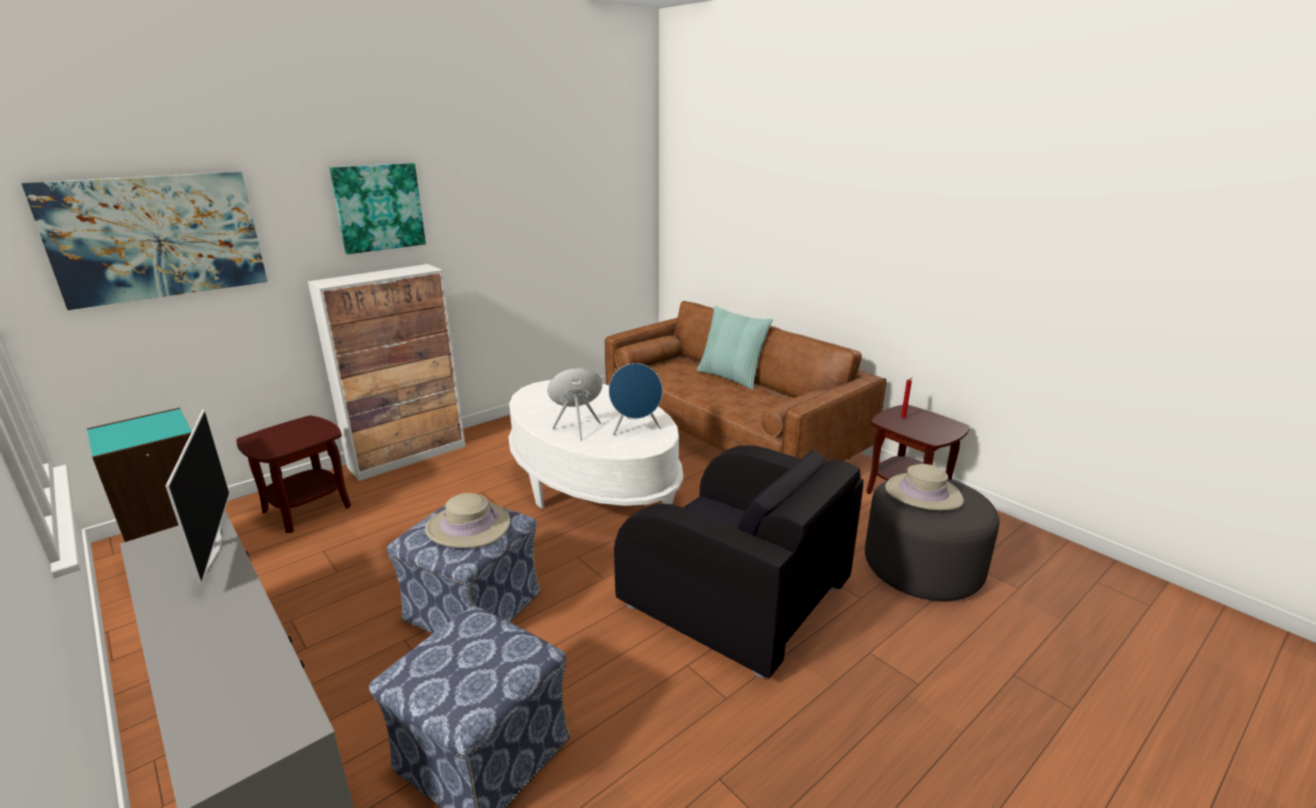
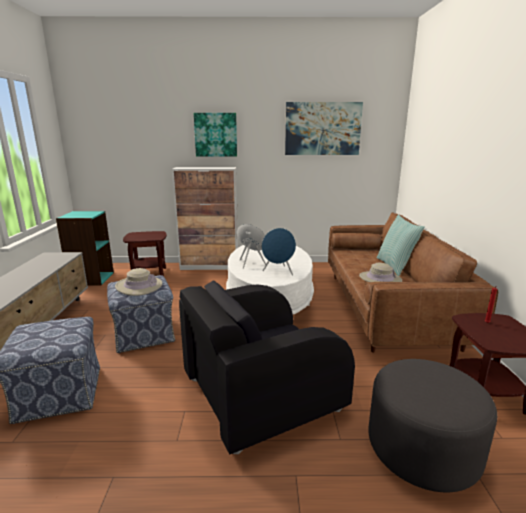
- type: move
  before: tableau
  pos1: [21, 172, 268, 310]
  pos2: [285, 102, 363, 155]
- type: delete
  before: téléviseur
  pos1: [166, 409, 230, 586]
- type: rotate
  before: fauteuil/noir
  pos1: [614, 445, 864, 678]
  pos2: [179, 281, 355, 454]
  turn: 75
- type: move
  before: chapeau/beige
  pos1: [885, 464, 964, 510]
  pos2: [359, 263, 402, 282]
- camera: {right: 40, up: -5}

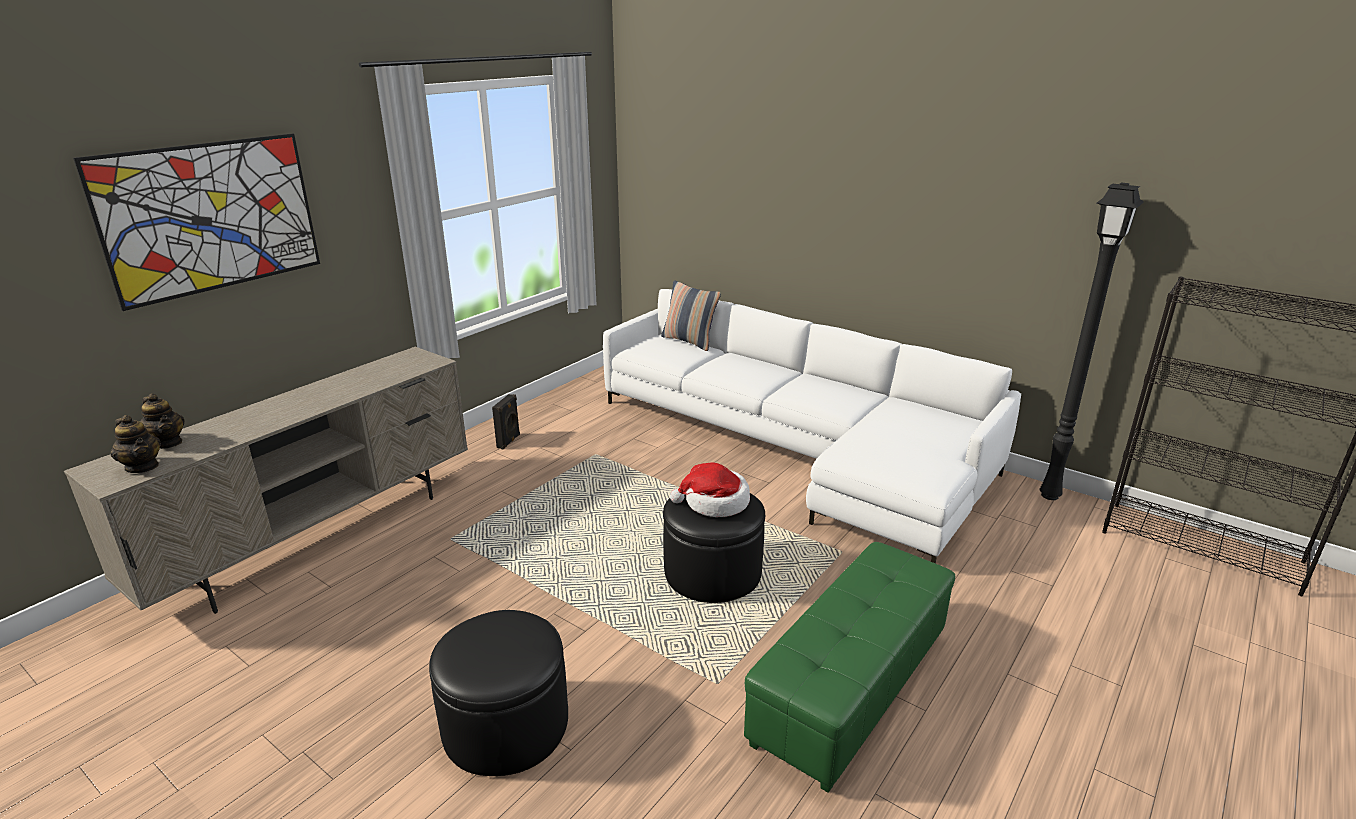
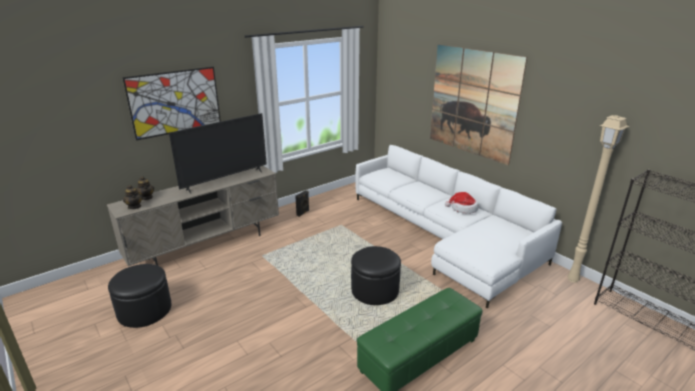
- type: move
  before: pouf/noir
  pos1: [429, 610, 568, 776]
  pos2: [108, 264, 171, 328]
- type: delete
  before: coussin
  pos1: [661, 280, 721, 351]
- type: move
  before: chapeau
  pos1: [670, 463, 750, 517]
  pos2: [445, 192, 479, 214]
- type: recolor
  before: lampadaire/noir
  after: lampadaire/beige
  pos1: [1040, 183, 1144, 500]
  pos2: [567, 115, 629, 283]
- type: insert
  after: téléviseur
  pos2: [169, 113, 267, 193]
- type: insert
  after: tableau
  pos2: [430, 44, 527, 166]
- camera: {right: 15, up: 0}

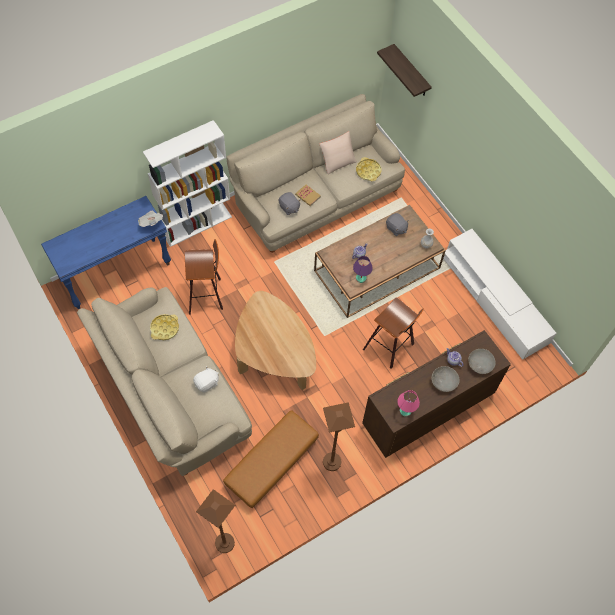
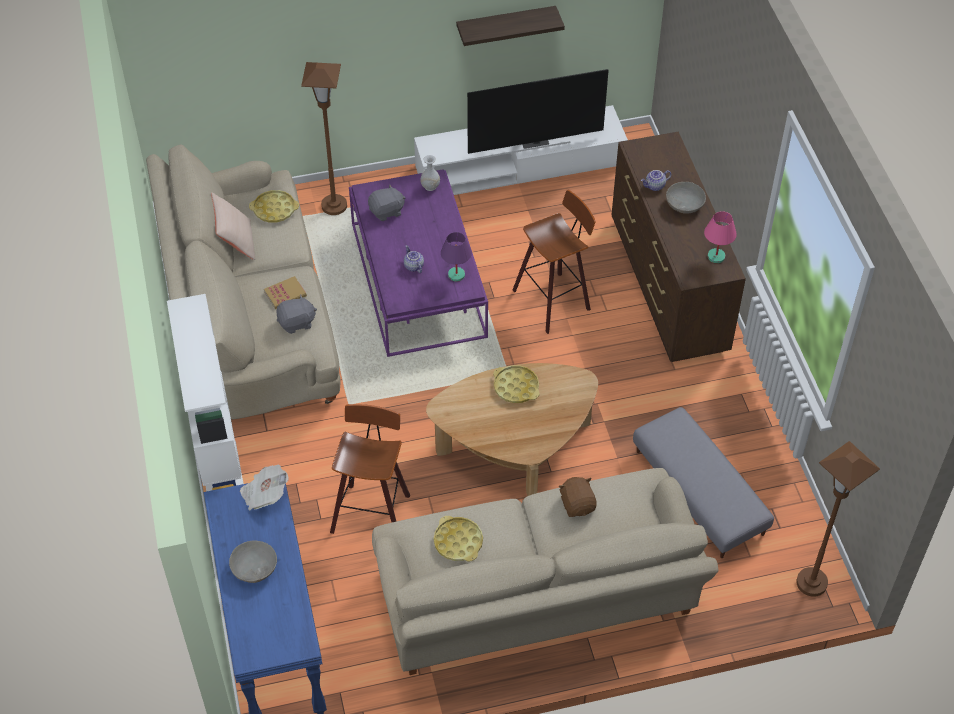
- type: recolor
  before: peluche/blanc
  after: peluche/marron
  pos1: [193, 366, 219, 393]
  pos2: [558, 477, 597, 517]
- type: recolor
  before: pouf/marron
  after: pouf/gris
  pos1: [223, 410, 319, 508]
  pos2: [633, 407, 774, 558]
- type: recolor
  before: table basse/marron
  after: table basse/violet
  pos1: [314, 205, 446, 318]
  pos2: [349, 169, 488, 357]
- type: move
  before: lampadaire/marron
  pos1: [323, 402, 355, 471]
  pos2: [301, 62, 347, 215]
- type: move
  before: étagère
  pos1: [377, 44, 432, 97]
  pos2: [456, 6, 565, 46]
- type: move
  before: bol/gris
  pos1: [468, 349, 496, 374]
  pos2: [229, 541, 277, 583]
- type: insert
  after: téléviseur
  pos2: [467, 69, 609, 154]
- type: insert
  after: plateau/jaune
  pos2: [493, 365, 540, 403]
- camera: {right: -70, up: -10}

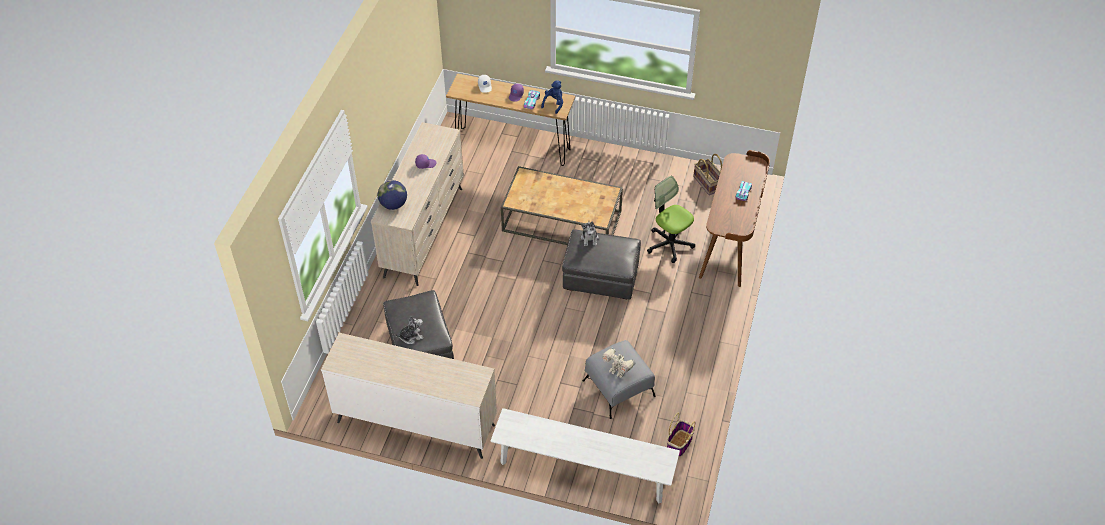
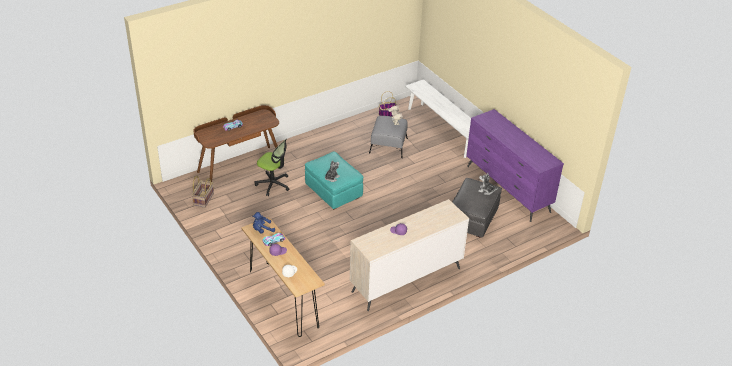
- type: recolor
  before: commode/beige
  after: commode/violet
  pos1: [321, 333, 497, 459]
  pos2: [466, 109, 564, 222]
- type: delete
  before: globe
  pos1: [378, 180, 407, 210]
- type: delete
  before: table basse/marron
  pos1: [501, 166, 623, 245]
- type: recolor
  before: pouf/gris
  after: pouf/turquoise
  pos1: [562, 229, 641, 300]
  pos2: [305, 152, 363, 209]
- type: rotate
  before: chaise de bureau
  pos1: [647, 176, 695, 263]
  pos2: [255, 138, 289, 196]
  turn: -60
- camera: {right: -140, up: -10}

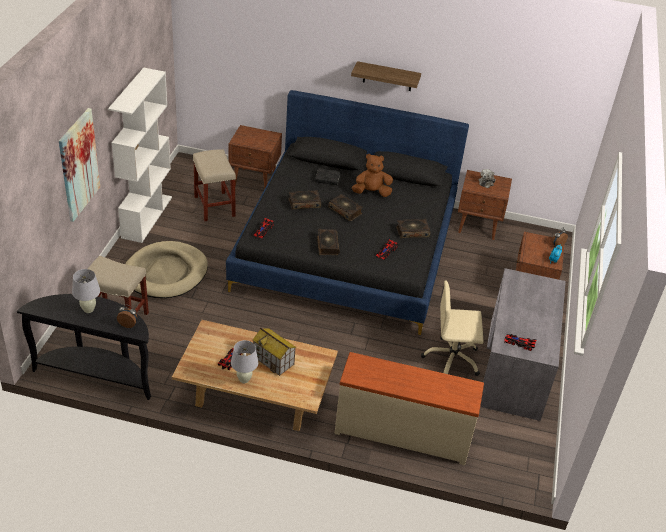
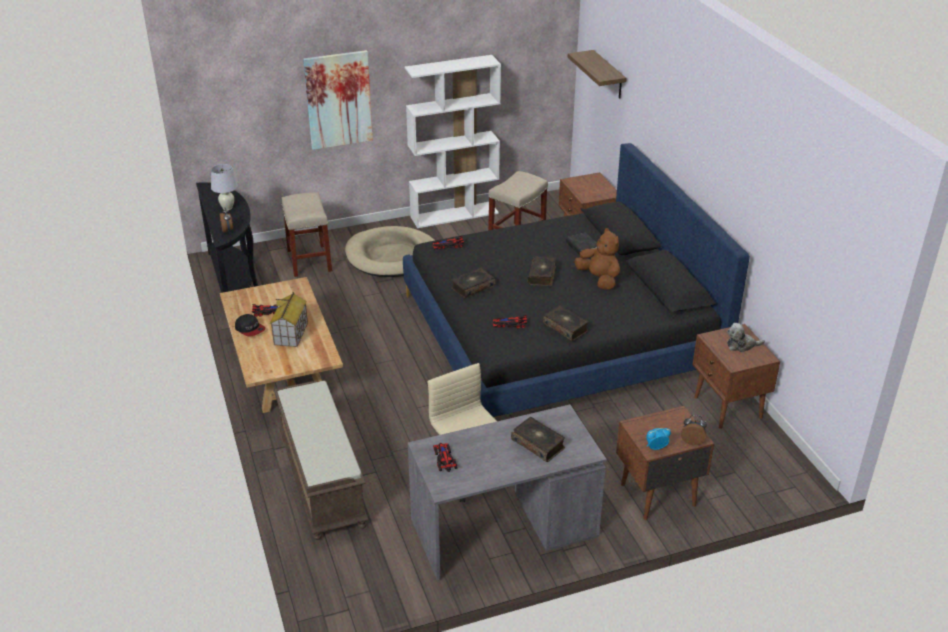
- type: replace
  before: lampe de table/blanc
  after: casquette
  pos1: [231, 340, 258, 383]
  pos2: [235, 314, 265, 336]
- type: move
  before: livre
  pos1: [289, 190, 321, 210]
  pos2: [511, 417, 565, 462]
- type: replace
  before: commode/beige
  after: banc/marron
  pos1: [334, 352, 484, 465]
  pos2: [274, 381, 368, 540]
- type: move
  before: étagère
  pos1: [351, 61, 421, 91]
  pos2: [568, 50, 627, 98]
- camera: {right: 60, up: -5}

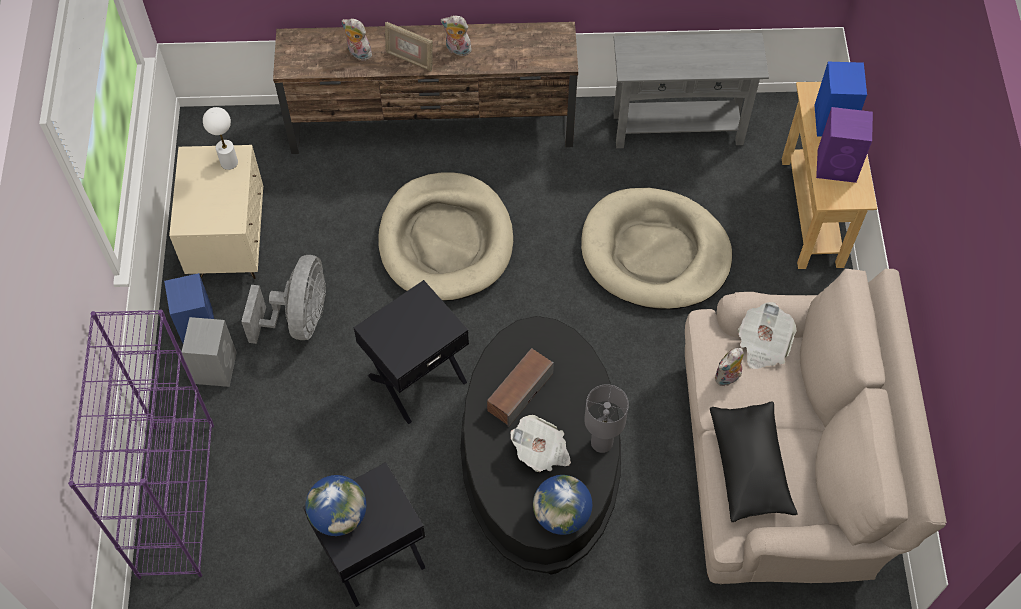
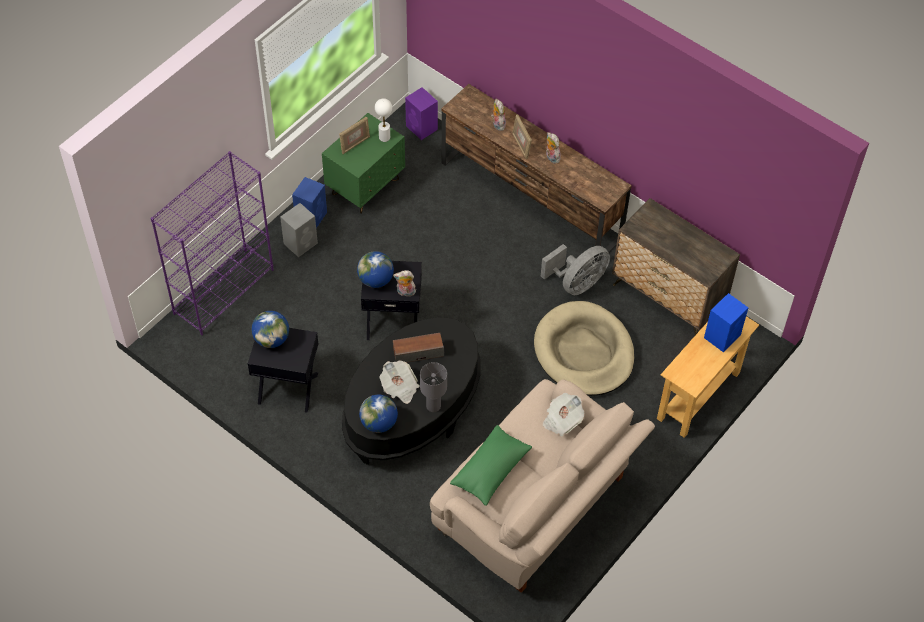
- type: recolor
  before: table de chevet/beige
  after: table de chevet/vert
  pos1: [169, 145, 263, 279]
  pos2: [322, 113, 405, 214]
- type: move
  before: ventilateur/gris
  pos1: [241, 255, 326, 344]
  pos2: [541, 244, 610, 295]
- type: delete
  before: panier pour chien/beige
  pos1: [379, 172, 513, 301]
- type: replace
  before: table console/gris
  after: commode
  pos1: [613, 33, 769, 148]
  pos2: [612, 198, 740, 335]
- type: recolor
  before: coussin/noir
  after: coussin/vert
  pos1: [710, 401, 797, 522]
  pos2: [450, 425, 532, 506]
- type: move
  before: peluche
  pos1: [715, 348, 744, 386]
  pos2: [393, 270, 416, 297]
- type: move
  before: enceinte/violet
  pos1: [816, 107, 873, 183]
  pos2: [405, 87, 438, 140]
- type: insert
  after: cadre photo
  pos2: [339, 117, 370, 154]
- type: insert
  after: globe
  pos2: [357, 251, 394, 288]
- camera: {right: 40, up: -5}

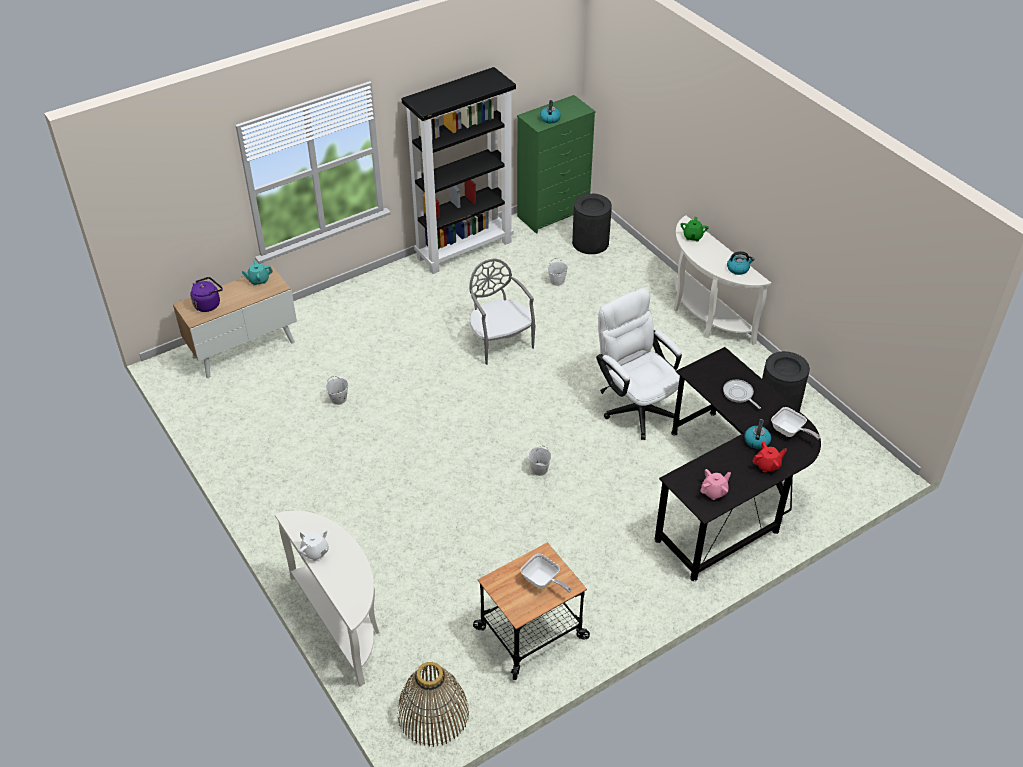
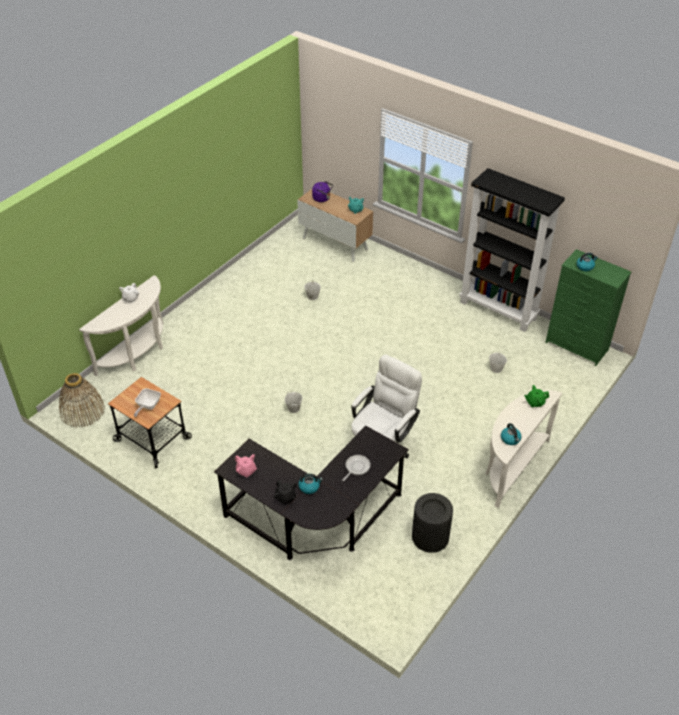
- type: delete
  before: chaise/gris
  pos1: [469, 258, 536, 365]
- type: delete
  before: poubelle/noir
  pos1: [572, 193, 612, 254]
- type: recolor
  before: théière/rouge
  after: théière/noir
  pos1: [752, 442, 787, 473]
  pos2: [274, 480, 297, 505]
- type: delete
  before: poêle
  pos1: [771, 407, 820, 439]
- camera: {right: 70, up: 0}

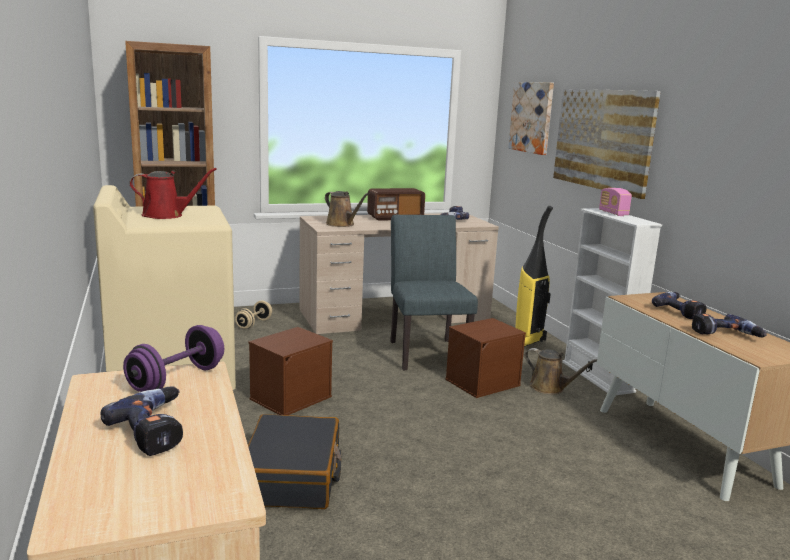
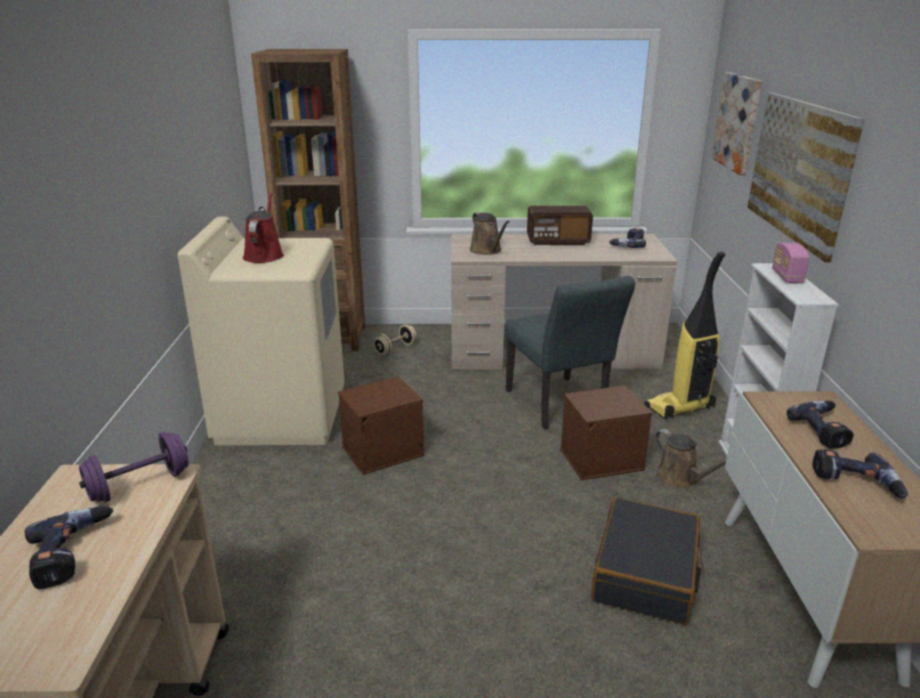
- type: rotate
  before: arrosoir/rouge
  pos1: [129, 168, 217, 219]
  pos2: [243, 192, 284, 263]
  turn: -105
- type: move
  before: valise/noir
  pos1: [248, 414, 341, 509]
  pos2: [592, 498, 703, 625]
- type: rotate
  before: chaise/gris
  pos1: [390, 215, 478, 370]
  pos2: [505, 276, 635, 429]
  turn: 150
- camera: {right: 20, up: 10}

